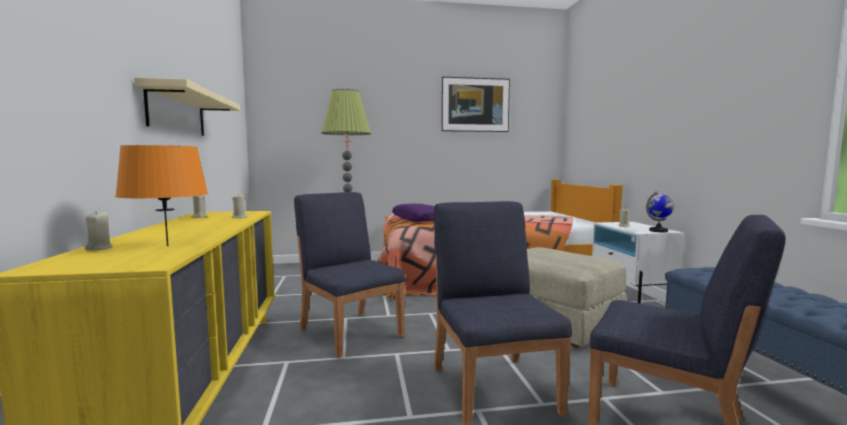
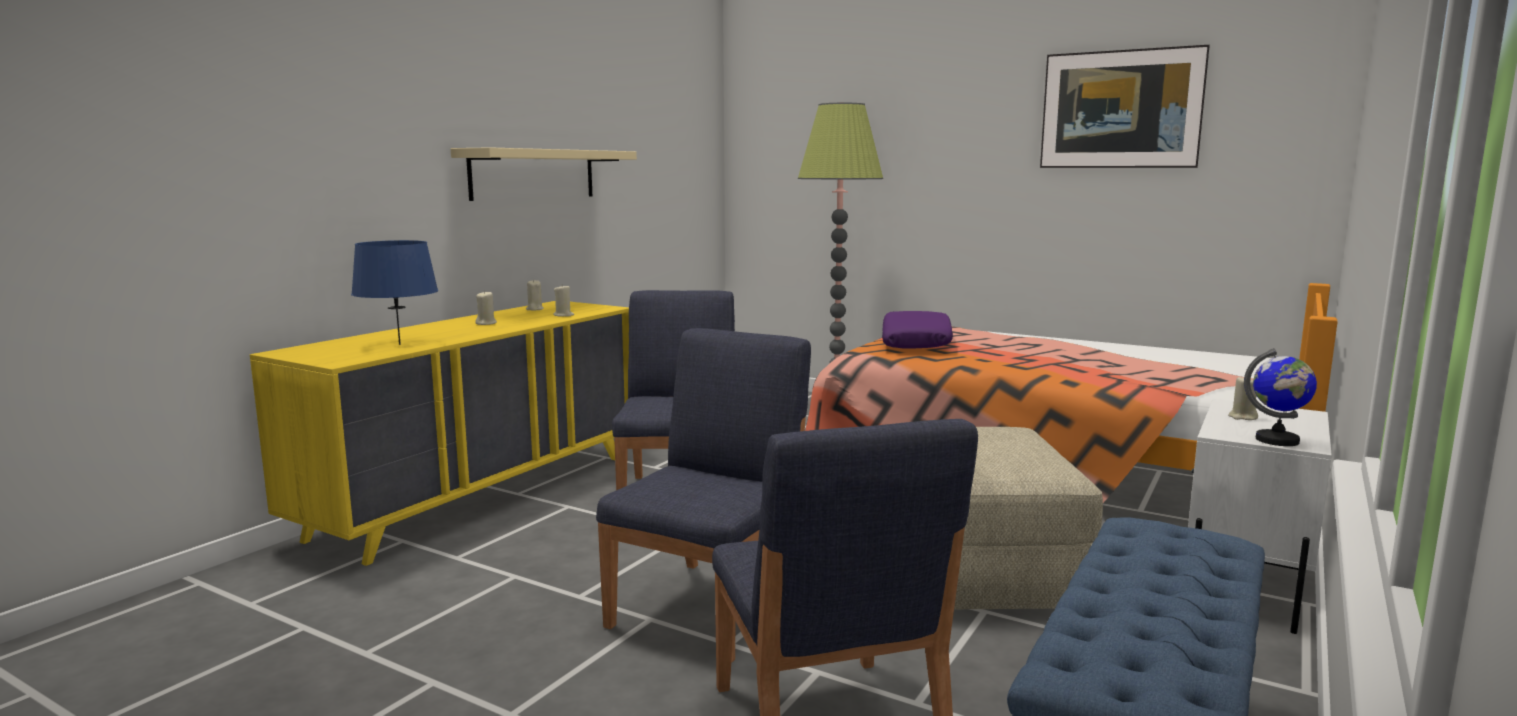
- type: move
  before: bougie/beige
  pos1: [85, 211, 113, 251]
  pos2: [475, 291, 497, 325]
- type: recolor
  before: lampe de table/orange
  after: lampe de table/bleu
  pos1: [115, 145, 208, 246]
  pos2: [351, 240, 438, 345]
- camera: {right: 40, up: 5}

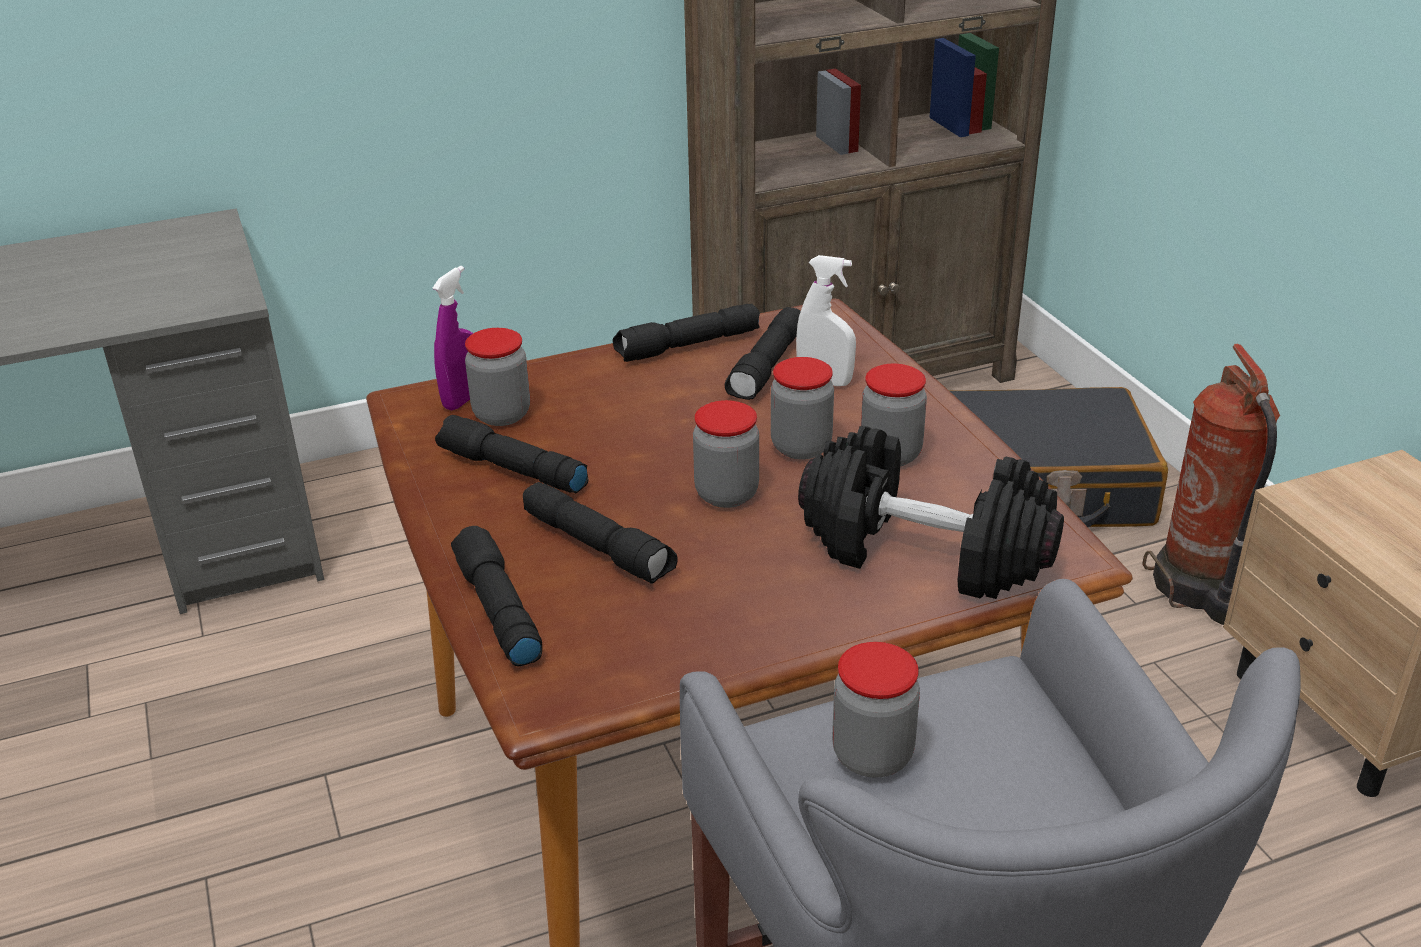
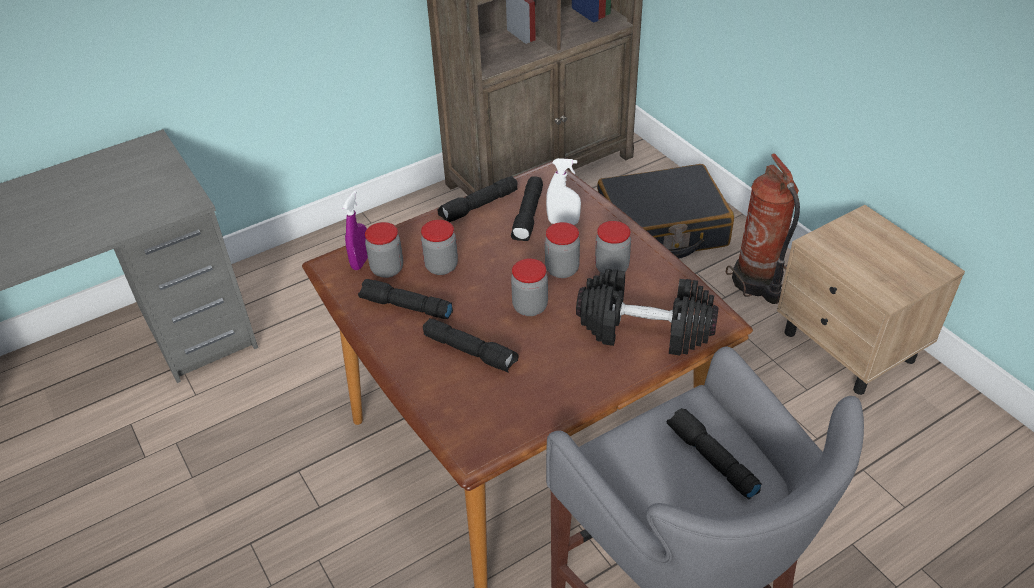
- type: move
  before: lampe de poche/noir
  pos1: [451, 526, 542, 666]
  pos2: [667, 408, 762, 499]
- type: move
  before: bocal
  pos1: [832, 642, 920, 778]
  pos2: [421, 220, 458, 275]
- camera: {right: -10, up: 10}

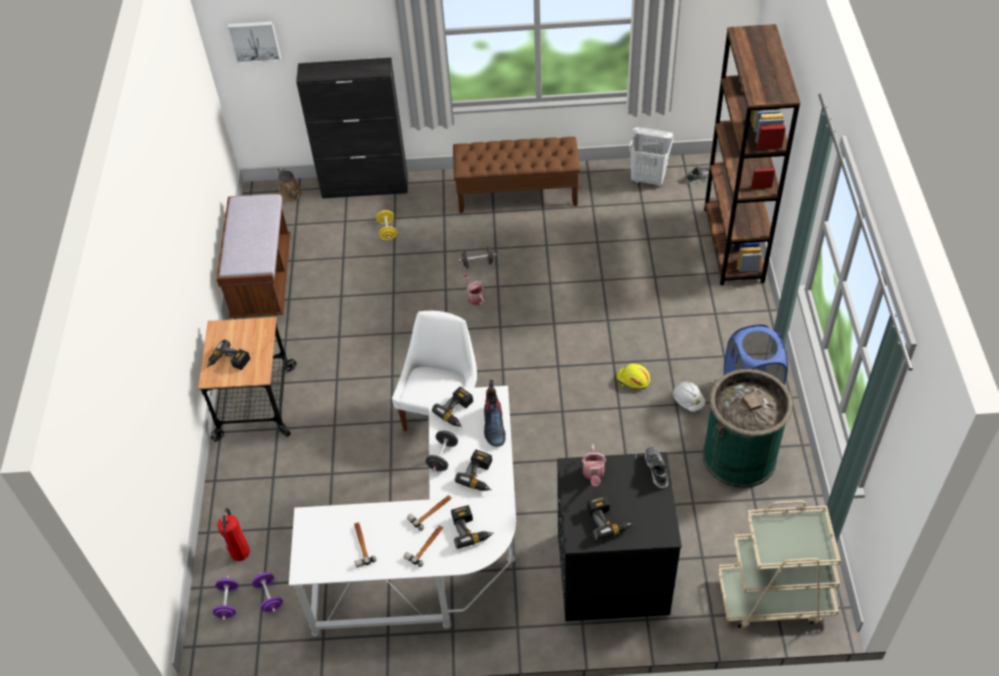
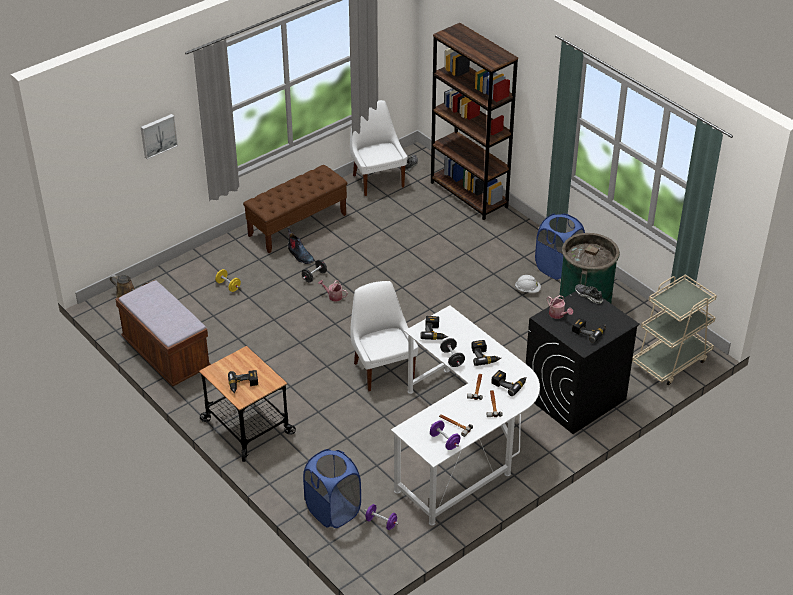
- type: move
  before: haltère/violet
  pos1: [213, 576, 238, 621]
  pos2: [430, 420, 460, 450]
- type: replace
  before: extincteur
  after: panier à linge/bleu
  pos1: [217, 508, 250, 561]
  pos2: [303, 449, 361, 528]
- type: move
  before: tableau
  pos1: [227, 21, 281, 64]
  pos2: [141, 114, 178, 159]
- type: delete
  before: meuble de rangement/noir
  pos1: [296, 58, 408, 199]
- type: move
  before: botte
  pos1: [484, 380, 506, 447]
  pos2: [288, 228, 314, 264]
- type: delete
  before: casque de chantier/jaune
  pos1: [616, 364, 650, 390]
- type: replace
  before: panier à linge/blanc
  after: chaise/blanc
  pos1: [629, 127, 673, 187]
  pos2: [350, 100, 408, 196]
- camera: {right: -40, up: -10}

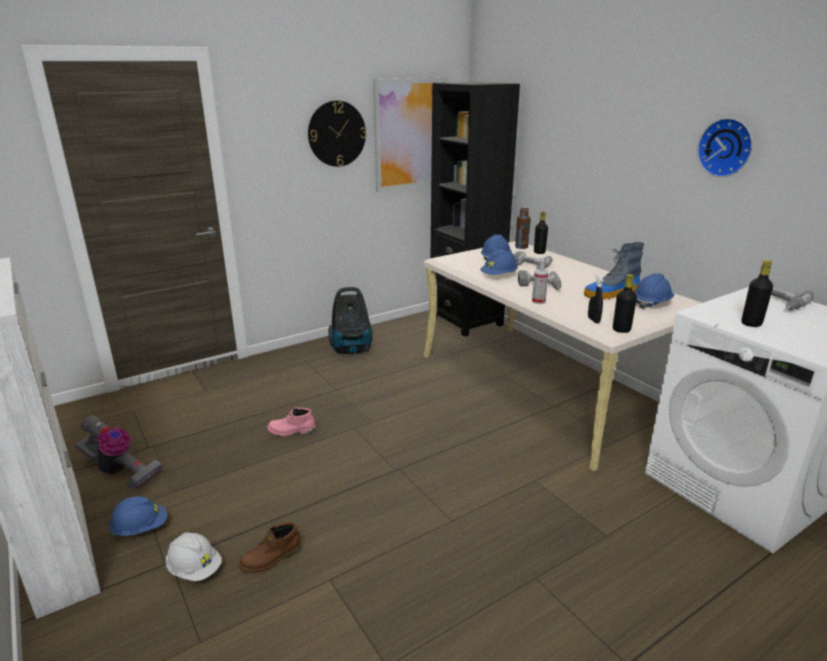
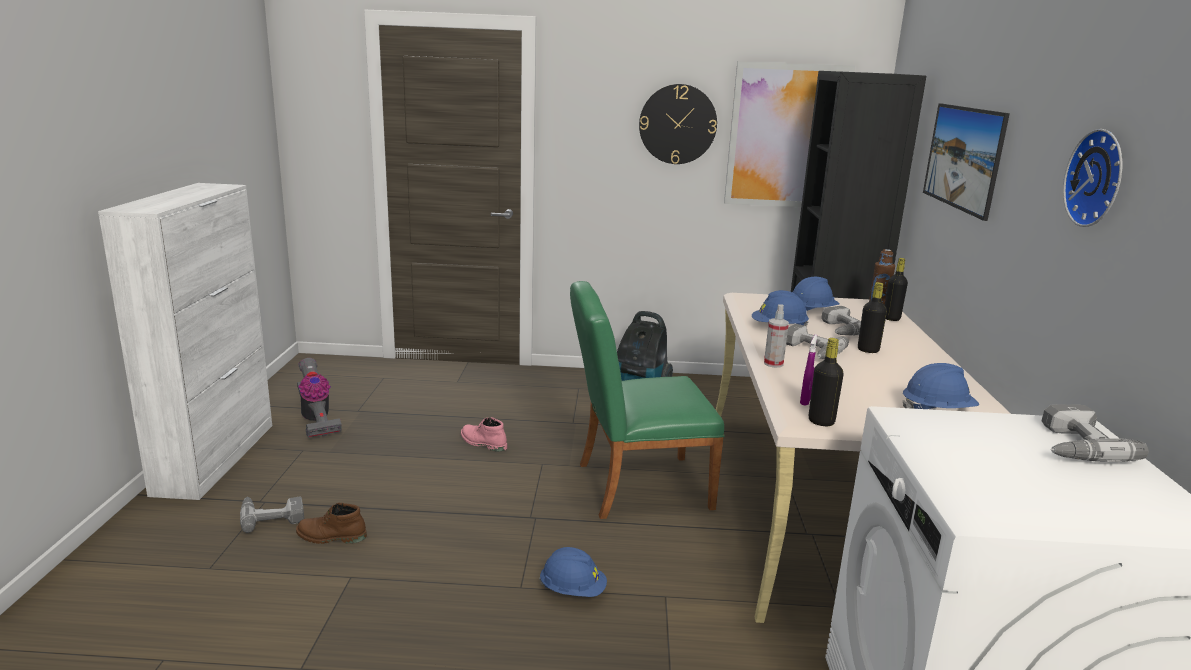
- type: move
  before: casque de chantier/bleu
  pos1: [109, 496, 167, 536]
  pos2: [539, 547, 607, 597]
- type: replace
  before: casque de chantier/blanc
  after: perceuse
  pos1: [165, 532, 222, 581]
  pos2: [240, 496, 304, 533]
- type: delete
  before: botte
  pos1: [584, 242, 644, 300]
- type: recolor
  before: vaporisateur/noir
  after: vaporisateur/violet
  pos1: [588, 275, 604, 323]
  pos2: [800, 334, 817, 406]
- type: move
  before: bouteille/noir
  pos1: [742, 260, 773, 327]
  pos2: [858, 282, 887, 353]
- type: insert
  after: chaise/vert
  pos2: [570, 281, 725, 519]
- type: insert
  after: tableau
  pos2: [923, 103, 1010, 221]
- camera: {right: 35, up: -5}

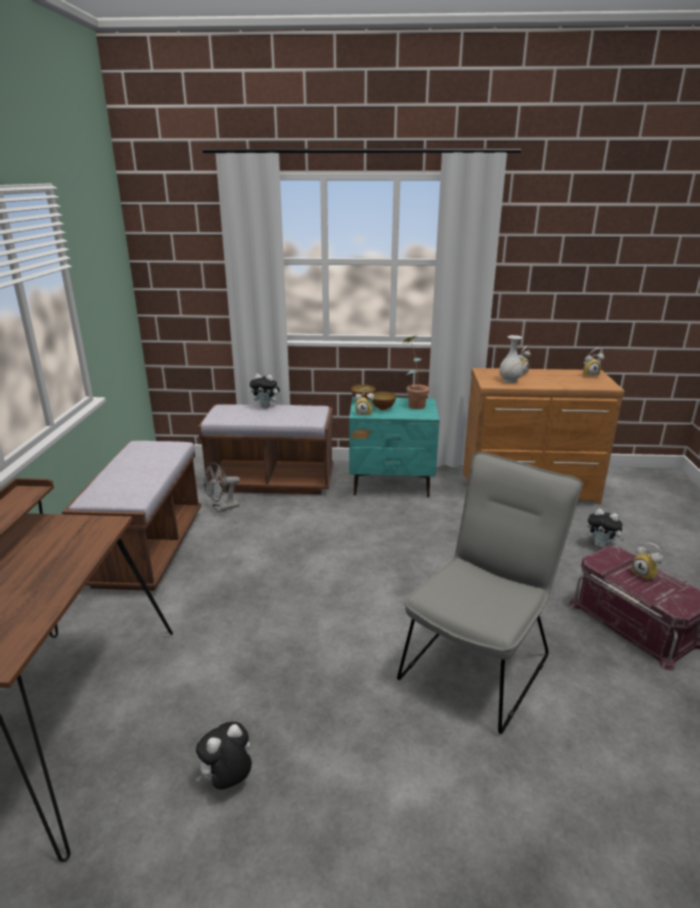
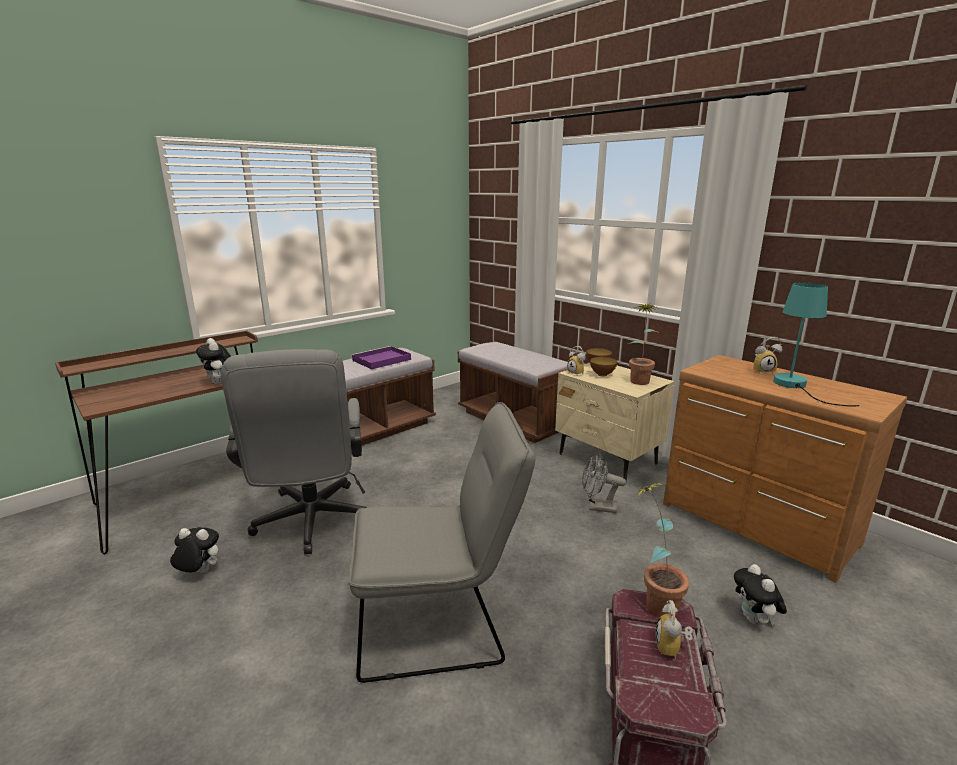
- type: move
  before: ventilateur/gris
  pos1: [203, 462, 240, 512]
  pos2: [582, 452, 626, 513]
- type: move
  before: peluche
  pos1: [250, 374, 281, 408]
  pos2: [196, 338, 231, 384]
- type: recolor
  before: table de chevet/turquoise
  after: table de chevet/beige
  pos1: [349, 397, 439, 497]
  pos2: [555, 363, 675, 481]
- type: delete
  before: vase/blanc
  pos1: [499, 335, 523, 383]
- type: delete
  before: réveil
  pos1: [583, 348, 604, 377]
- type: insert
  after: chaise de bureau/gris
  pos2: [221, 349, 367, 555]
- type: insert
  after: plateau/violet
  pos2: [351, 346, 411, 369]
- type: insert
  after: plante en pot
  pos2: [632, 483, 689, 617]
- type: insert
  after: lampe de table/turquoise
  pos2: [773, 283, 859, 407]
- camera: {right: 45, up: -5}

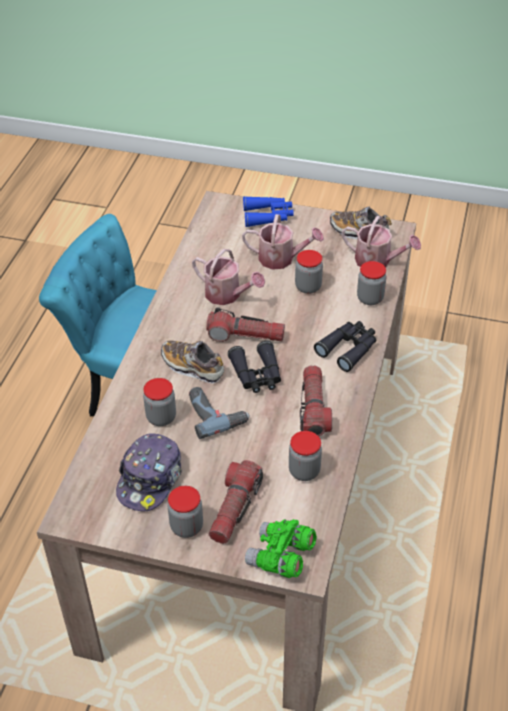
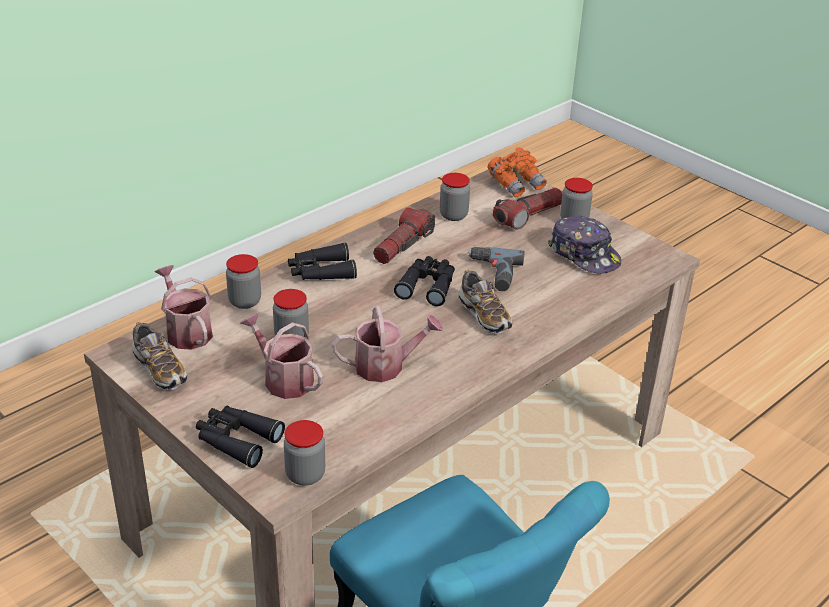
- type: rotate
  before: casquette
  pos1: [116, 433, 182, 511]
  pos2: [548, 215, 621, 274]
  turn: 90
- type: move
  before: bocal
  pos1: [143, 378, 176, 426]
  pos2: [284, 420, 325, 486]
- type: rotate
  before: arrosoir
  pos1: [192, 249, 265, 305]
  pos2: [332, 306, 443, 382]
  turn: 105
- type: delete
  before: lampe de poche
  pos1: [206, 307, 285, 342]
- type: recolor
  before: jumelles/bleu
  after: jumelles/noir
  pos1: [243, 197, 294, 227]
  pos2: [196, 406, 285, 468]
- type: recolor
  before: jumelles/vert
  after: jumelles/orange
  pos1: [245, 519, 317, 578]
  pos2: [488, 147, 547, 197]
- camera: {right: -150, up: -10}

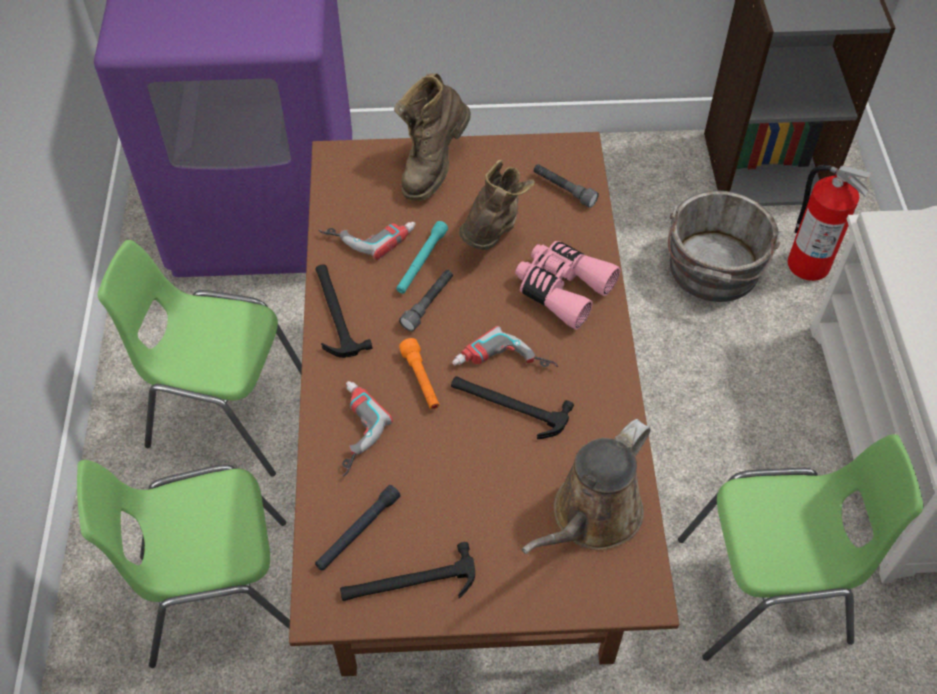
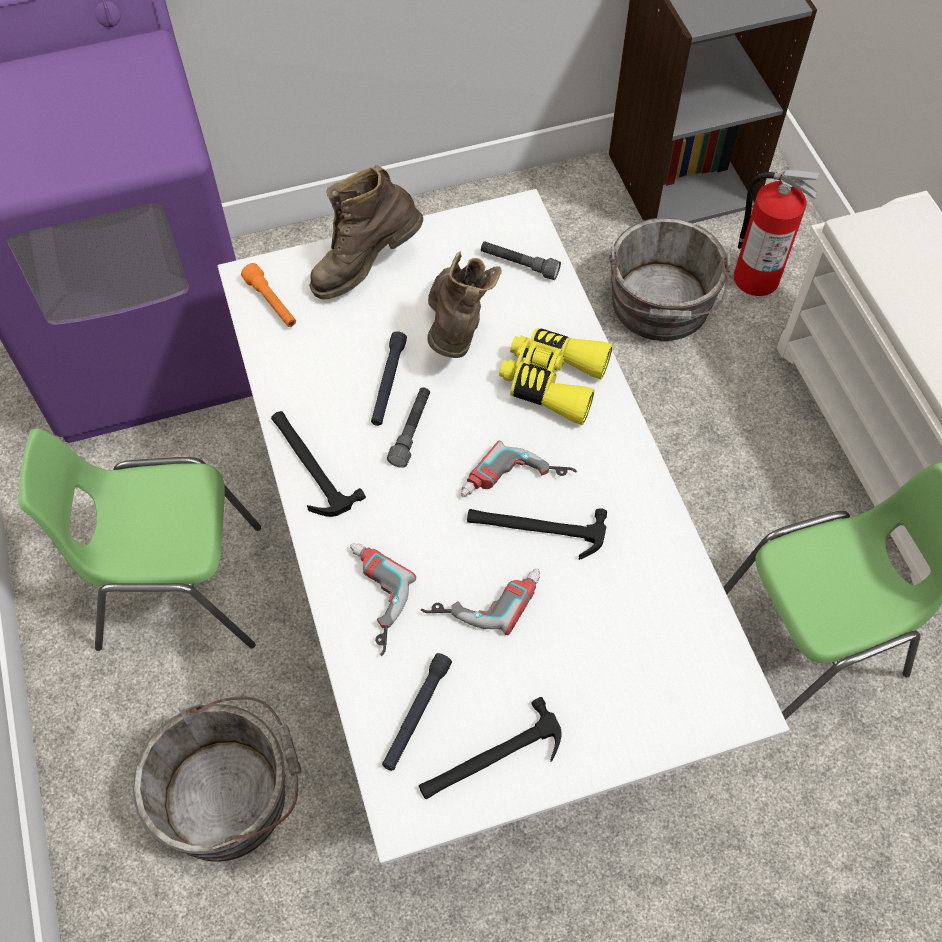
- type: replace
  before: chaise/vert
  after: seau/gris
  pos1: [77, 460, 290, 668]
  pos2: [133, 697, 302, 862]
- type: recolor
  before: table à manger/marron
  after: table à manger/blanc
  pos1: [289, 132, 679, 676]
  pos2: [218, 189, 789, 865]
- type: move
  before: perceuse
  pos1: [318, 222, 416, 260]
  pos2: [421, 569, 540, 635]
- type: rotate
  before: botte/marron
  pos1: [394, 73, 471, 201]
  pos2: [309, 165, 423, 300]
  turn: 45
- type: recolor
  before: lampe de poche/turquoise
  after: lampe de poche/noir
  pos1: [396, 221, 448, 293]
  pos2: [371, 331, 407, 426]
- type: move
  before: lampe de poche/orange
  pos1: [399, 338, 439, 409]
  pos2: [241, 263, 296, 327]
- type: recolor
  before: jumelles/rose
  after: jumelles/jaune
  pos1: [515, 241, 621, 330]
  pos2: [499, 328, 613, 425]
- type: delete
  before: arrosoir/marron
  pos1: [521, 419, 651, 554]
- camera: {right: -15, up: 5}

